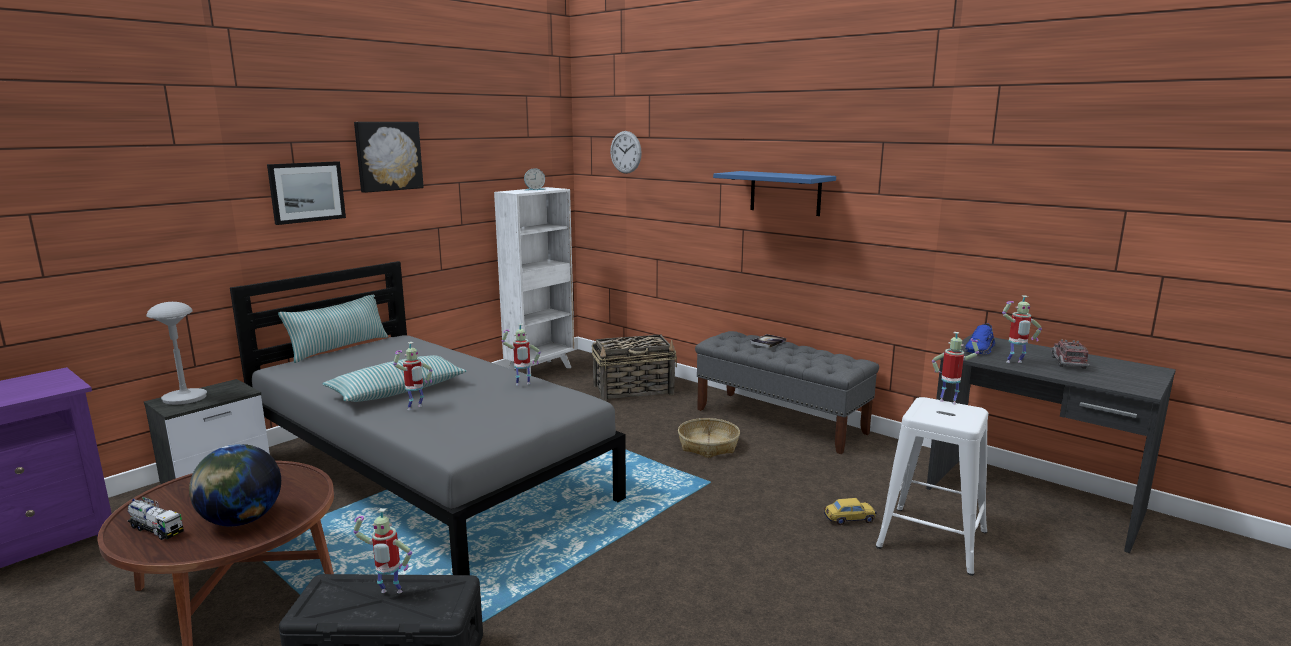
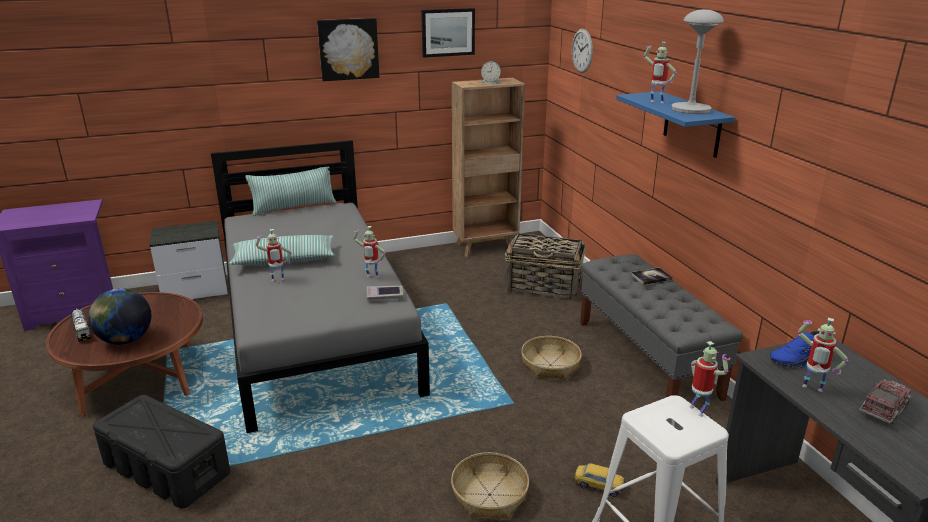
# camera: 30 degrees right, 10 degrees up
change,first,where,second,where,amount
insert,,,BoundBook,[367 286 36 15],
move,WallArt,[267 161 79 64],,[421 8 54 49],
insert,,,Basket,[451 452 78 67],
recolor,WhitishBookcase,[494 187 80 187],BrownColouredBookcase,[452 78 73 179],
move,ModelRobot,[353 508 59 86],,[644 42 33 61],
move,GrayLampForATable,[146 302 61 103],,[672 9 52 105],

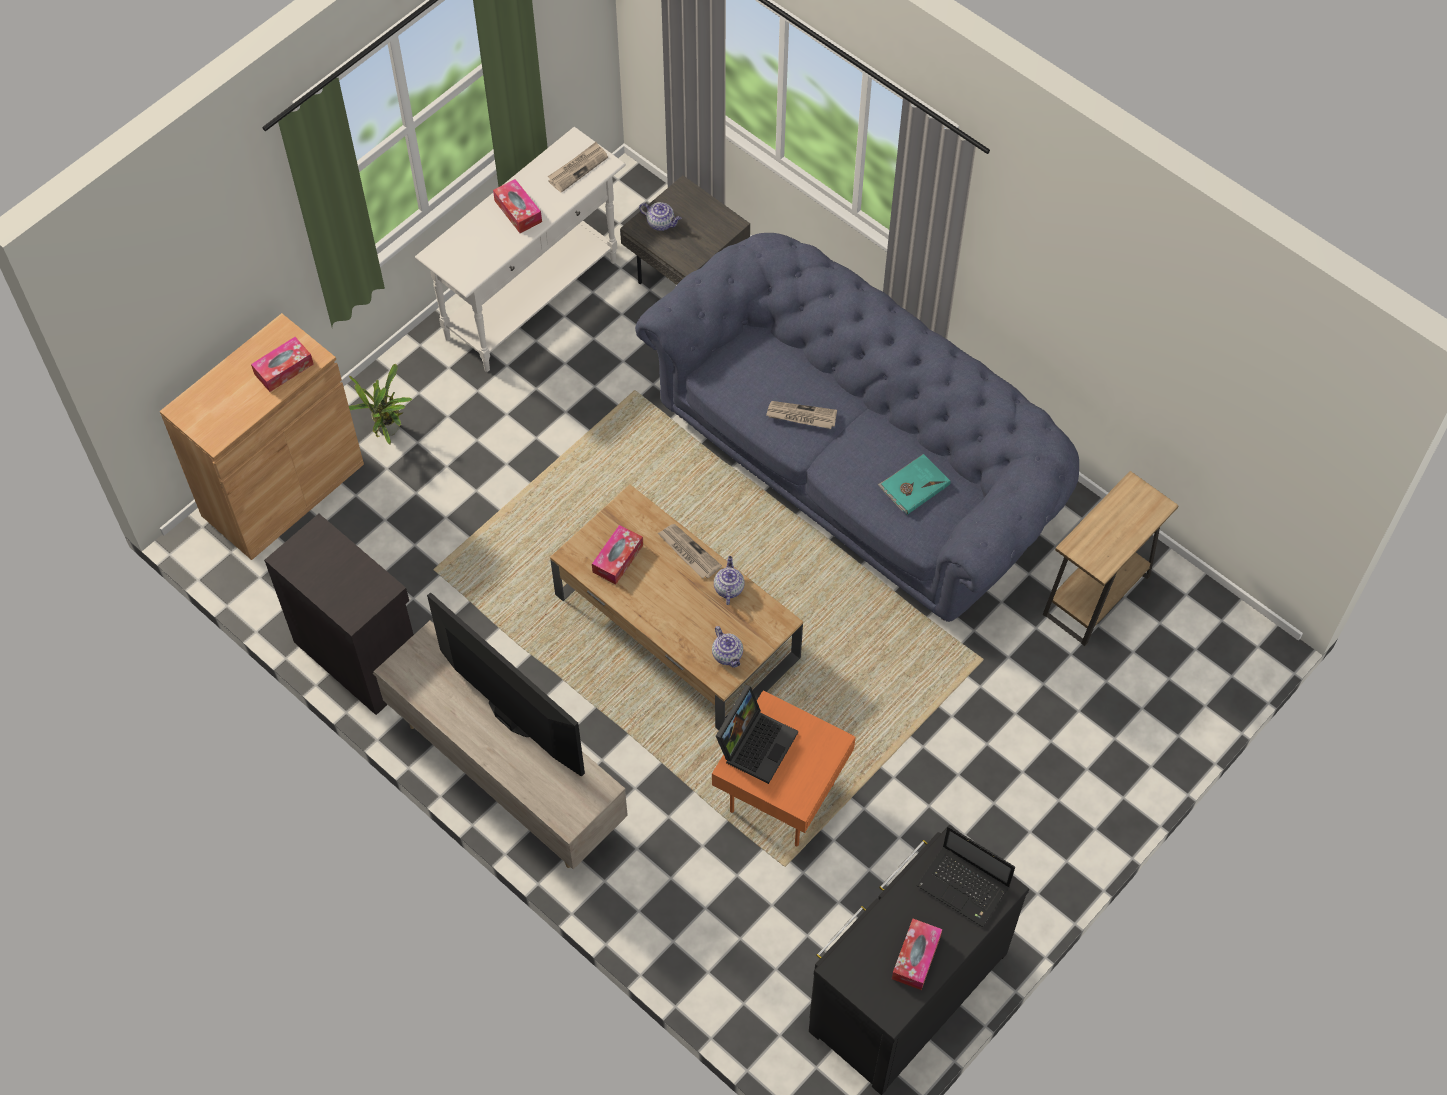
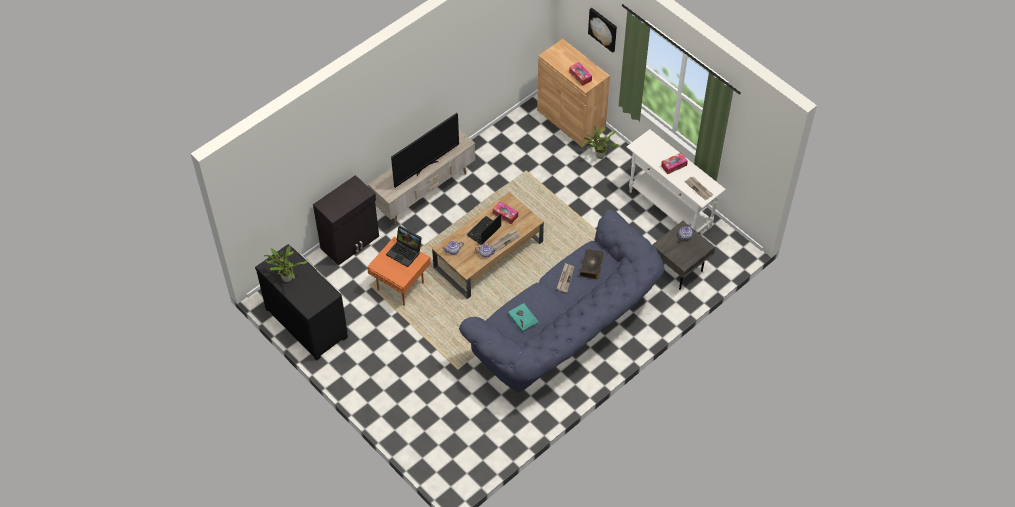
# camera: 95 degrees right, 5 degrees down
change,first,where,second,where,amount
replace,TissueBox,[892 919 51 71],PlantInAPot,[264 246 43 36],
move,BlackCabinet,[264 514 150 201],,[313 175 66 91],
move,PortableComputer,[916 826 99 101],,[467 214 34 31],
insert,,,BoundBook,[580 249 24 30],
insert,,,WallArt,[588 8 29 45],
delete,BrownColouredEndTable,[1043 471 136 175],,,

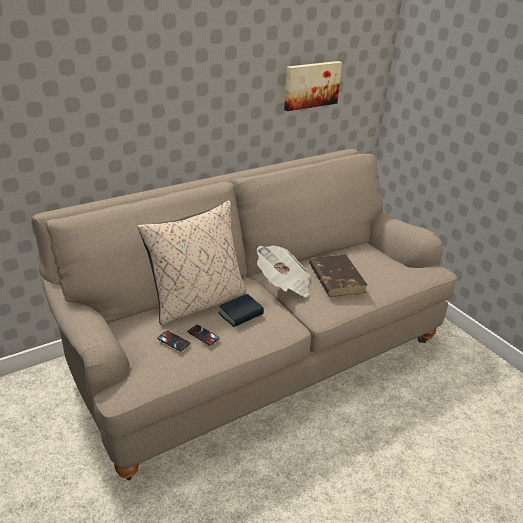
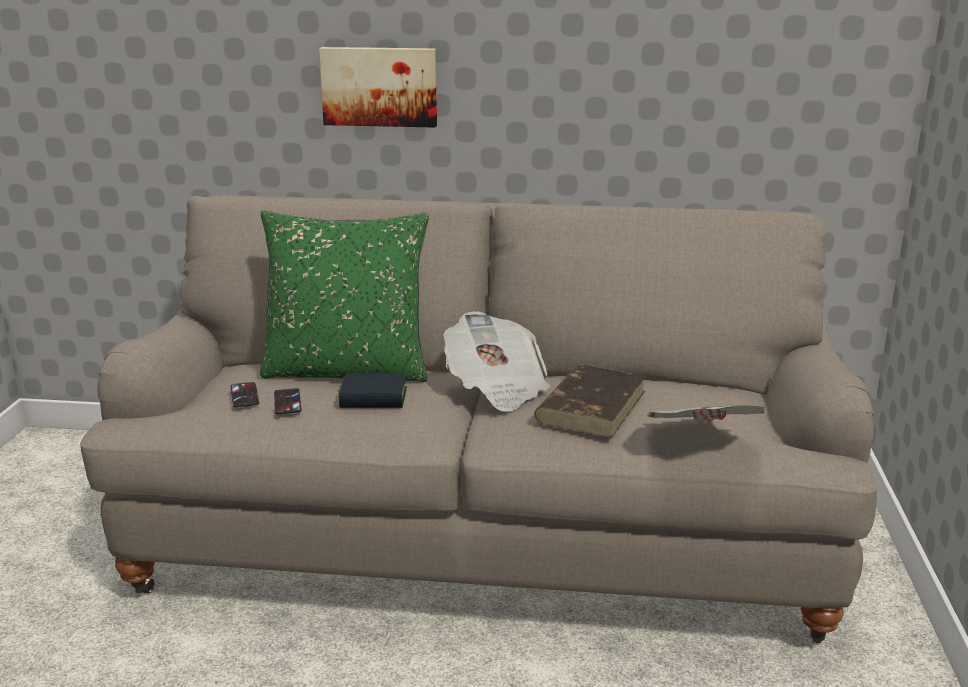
# camera: 40 degrees right, 10 degrees down
change,first,where,second,where,amount
recolor,SandColouredPillow,[137 200 110 125],GreenPillow,[260 210 169 172],
move,WallArt,[284 61 58 50],,[319 47 118 80],
insert,,,Newspaper,[647 405 118 20],

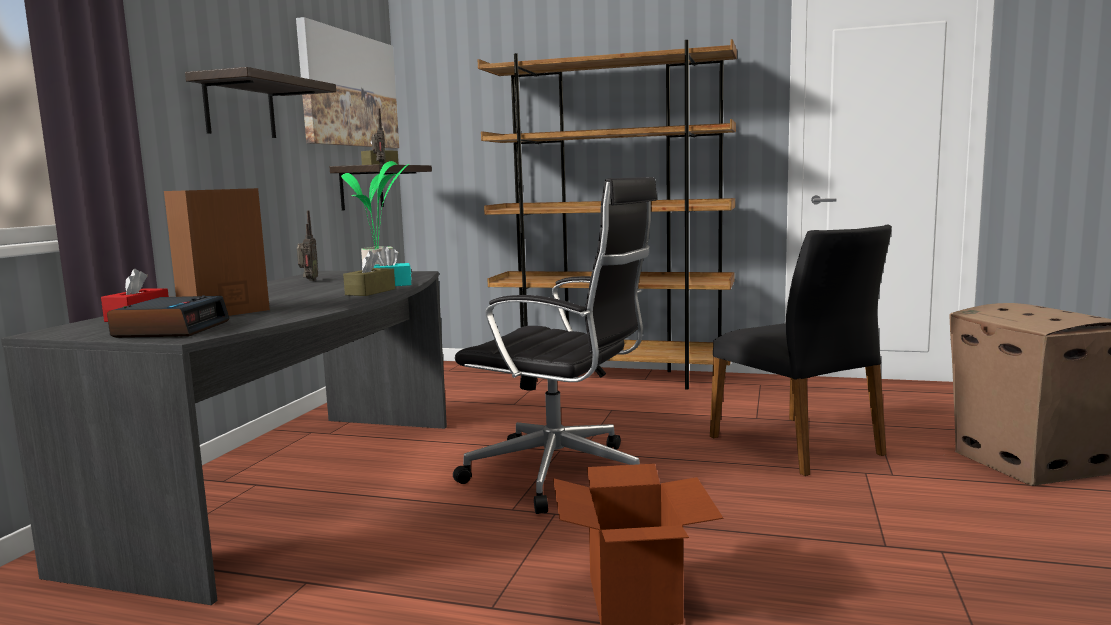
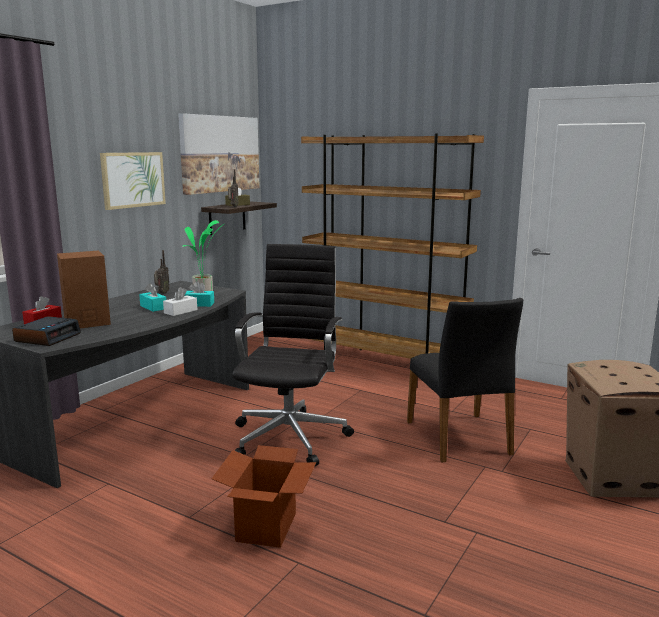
# camera: 15 degrees right, 5 degrees up
change,first,where,second,where,amount
replace,BracketShelf,[185 67 151 71],WallArt,[100 152 66 58],
insert,,,TurquoiseColouredTissueBox,[139 283 27 29],
recolor,BrownColouredTissueBox,[343 251 52 45],WhitishTissueBox,[163 287 34 29],
rotate,BlackOfficeChair,[453 177 204 337],,[232 244 122 222],120 degrees counterclockwise

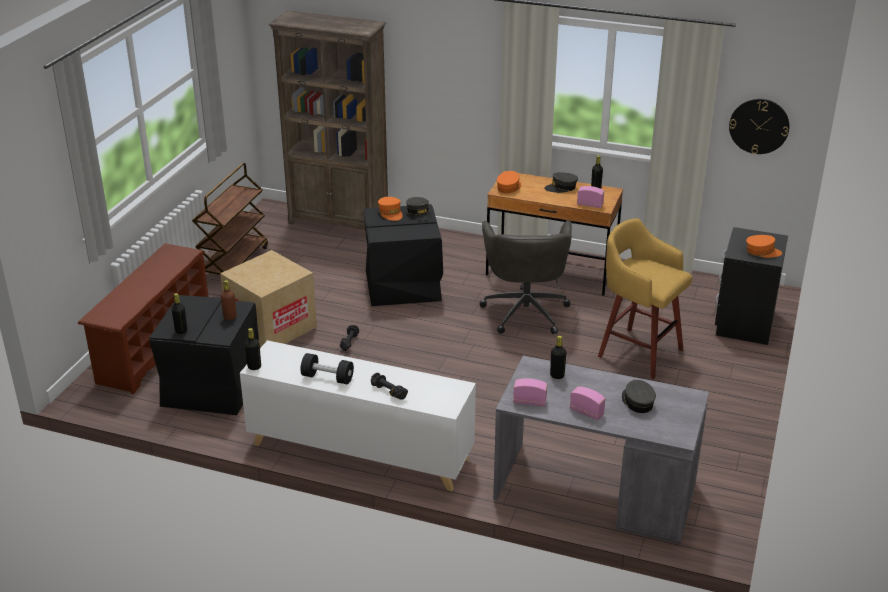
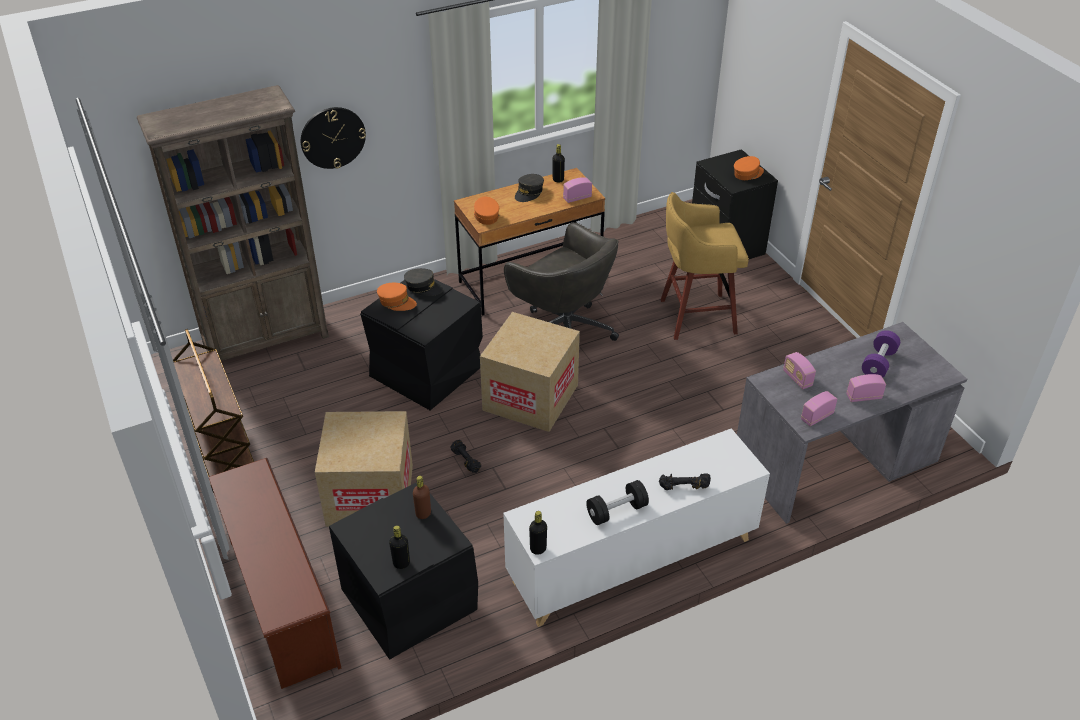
# camera: 45 degrees left, 10 degrees up
change,first,where,second,where,amount
move,WallClock,[729 99 60 55],,[301 107 65 62],
insert,,,PackingBox,[480 312 100 120],
replace,BlackBottle,[550 336 16 43],Radio,[783 352 33 37],
replace,GrayBaseballCap,[622 380 34 33],PurplishDumbbell,[862 330 38 48],

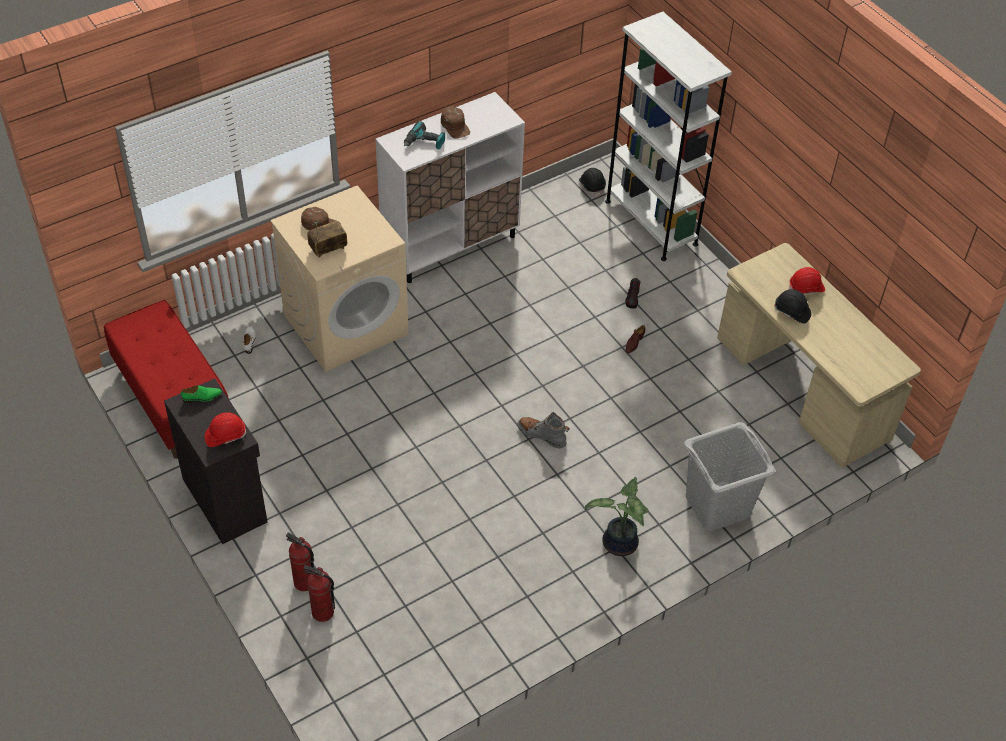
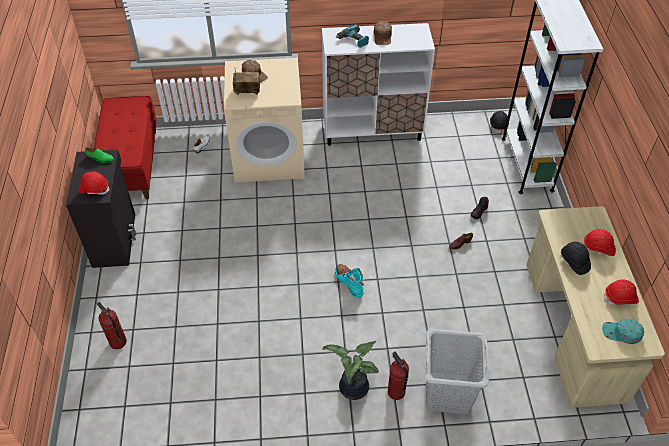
# camera: 30 degrees right, 0 degrees up
change,first,where,second,where,amount
recolor,GrayBoot,[517 412 53 36],TurquoiseColouredBoot,[335 264 29 34],
move,FireFightingCylinder,[286 533 28 58],,[388 352 21 48],
insert,,,TurquoiseColouredBaseballCap,[602 319 42 25],
insert,,,RedColouredWorkHelmet,[604 279 35 26],

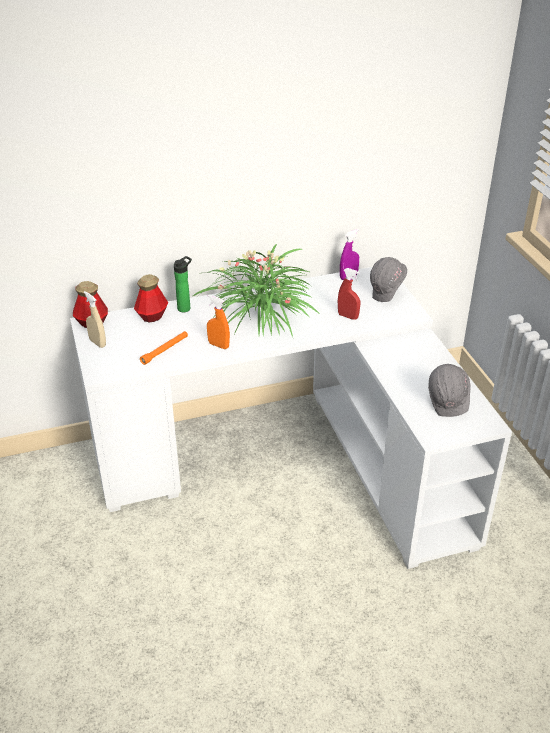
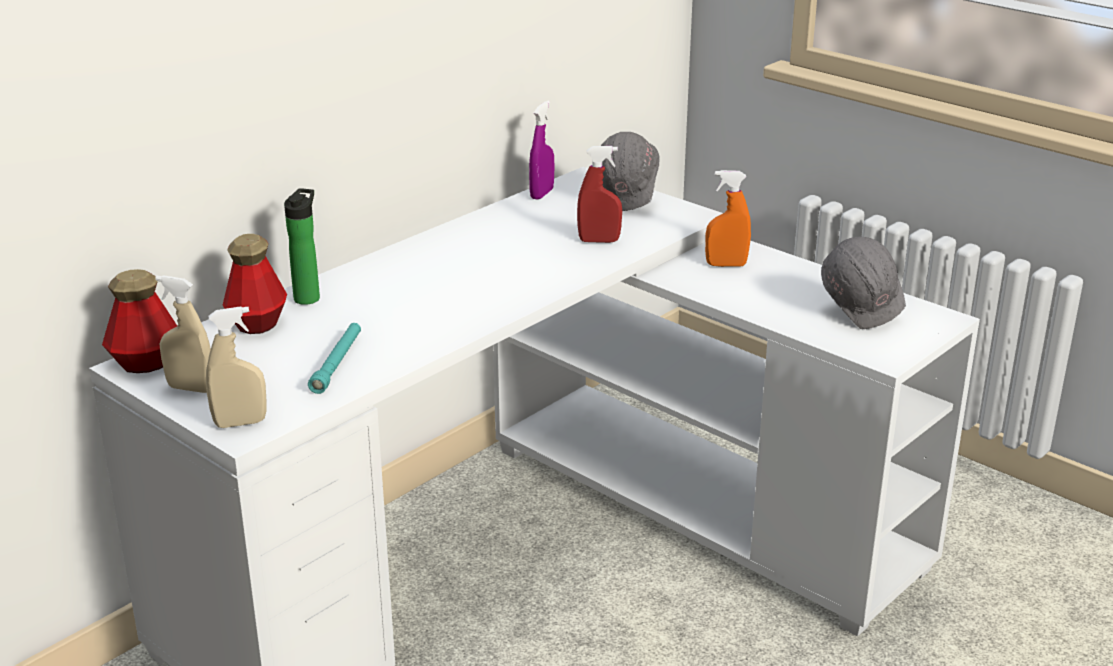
# camera: 30 degrees left, 10 degrees down
change,first,where,second,where,amount
insert,,,SandColouredHandSprayer,[206 306 61 122],
recolor,OrangeyHandTorch,[140 331 48 34],TurquoiseColouredHandTorch,[308 323 53 71],
move,OrangeyHandSprayer,[207 294 23 55],,[705 170 46 97],
delete,PlantInAPot,[193 244 127 93],,,

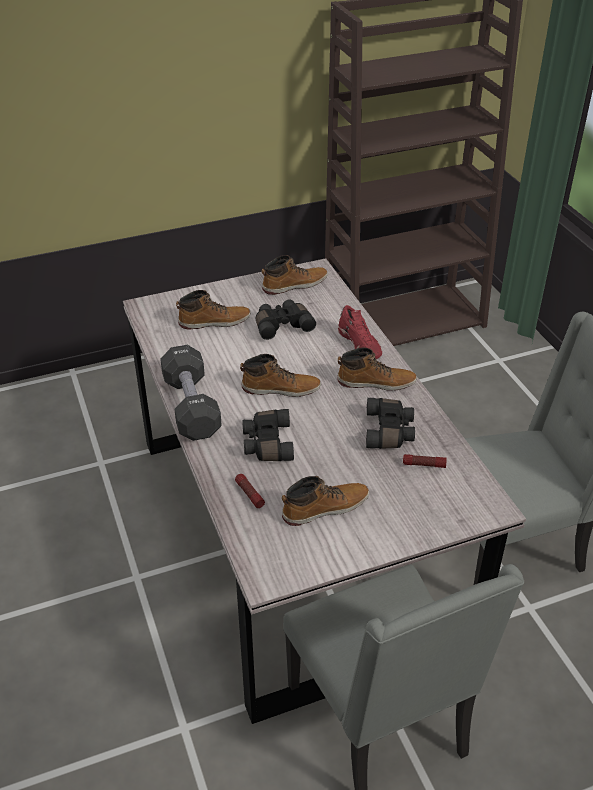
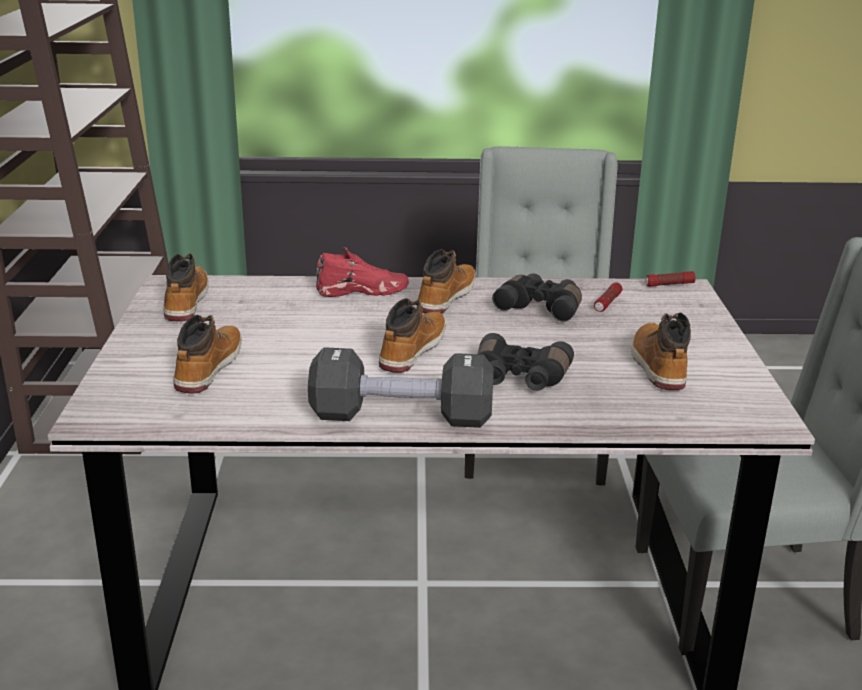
# camera: 70 degrees left, 15 degrees down
change,first,where,second,where,amount
move,HandTorch,[235 474 30 34],,[645 271 51 16],
delete,BlackPairOfBinoculars,[255 299 61 41],,,

